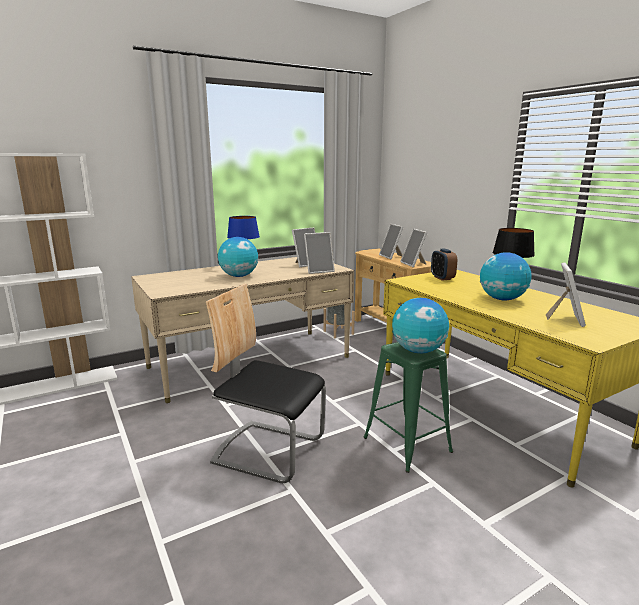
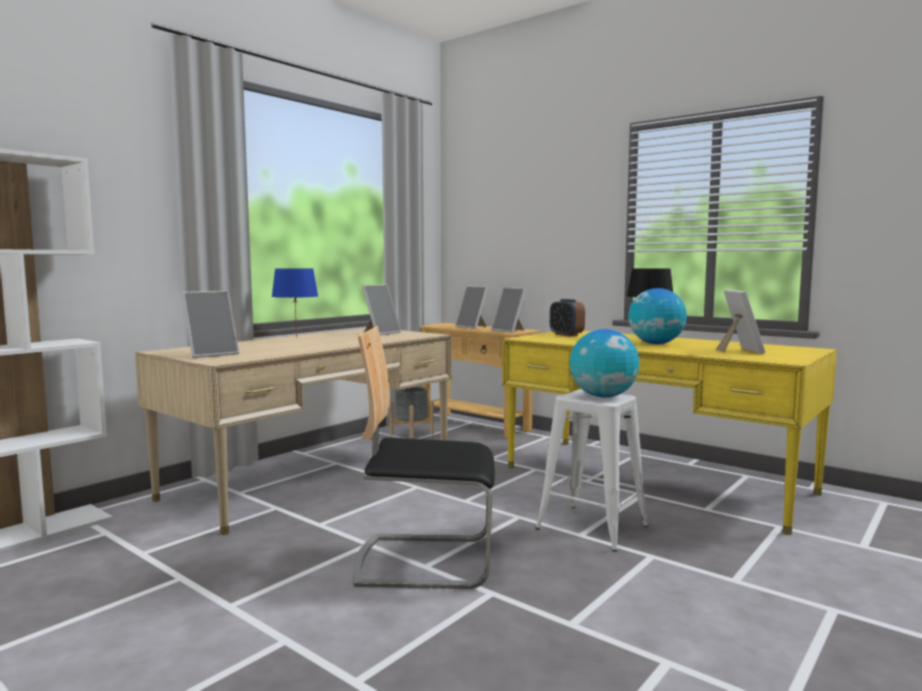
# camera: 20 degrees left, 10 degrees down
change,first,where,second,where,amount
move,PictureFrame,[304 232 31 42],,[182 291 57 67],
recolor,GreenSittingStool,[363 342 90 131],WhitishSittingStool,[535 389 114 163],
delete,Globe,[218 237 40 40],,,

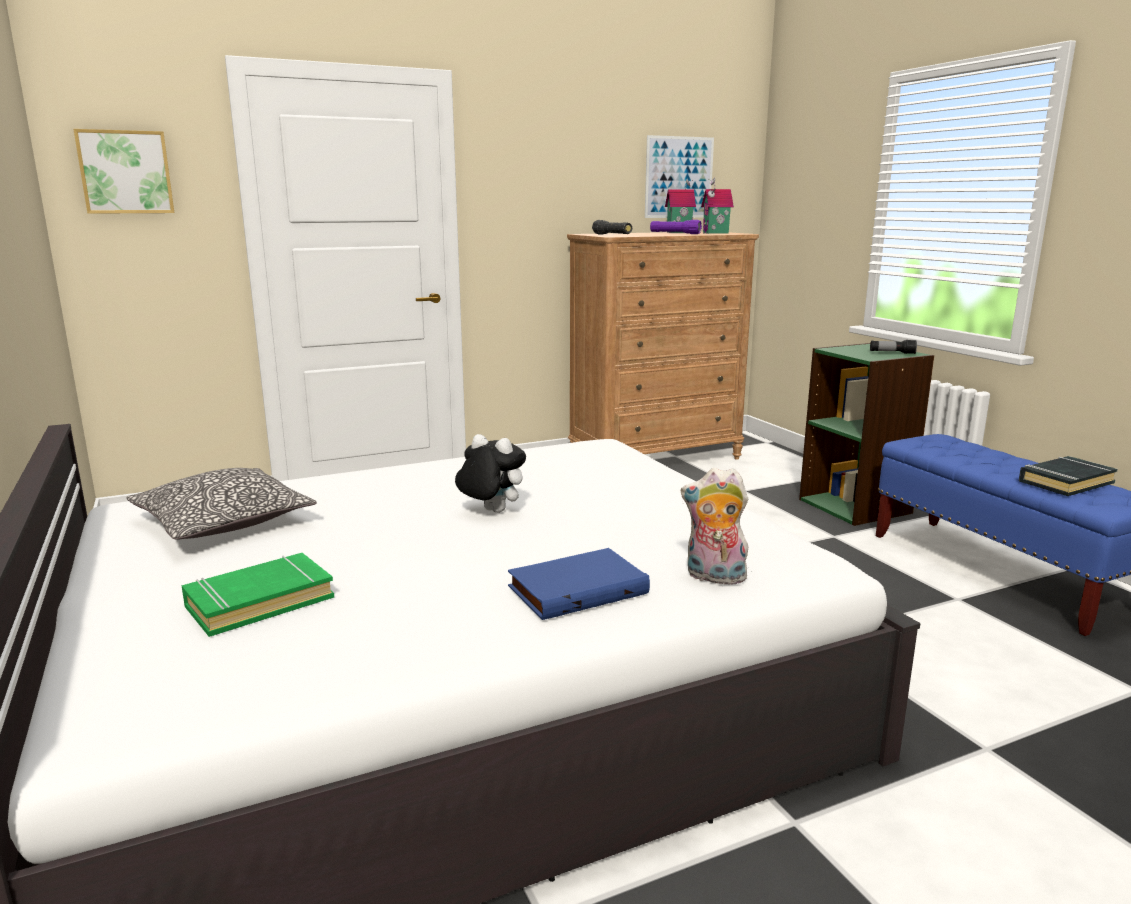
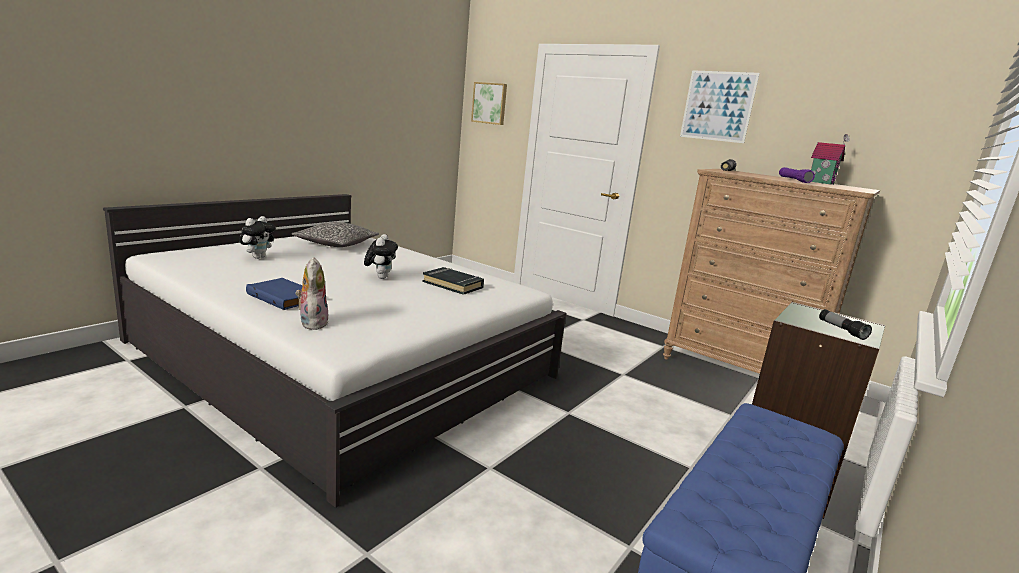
# camera: 60 degrees right, 0 degrees up
change,first,where,second,where,amount
replace,GreenBoundBook,[181 553 153 84],SoftToy,[239 216 37 43],
move,BlackBoundBook,[1019 456 99 40],,[423 267 61 28],
move,WallArt,[645 135 69 83],,[680 70 80 73],
delete,ToyHouse,[701 177 33 57],,,

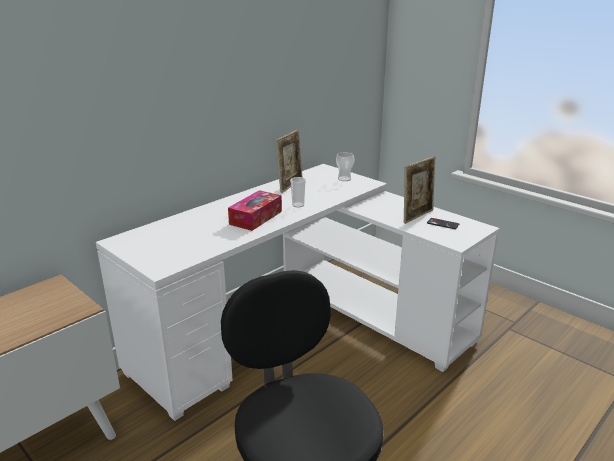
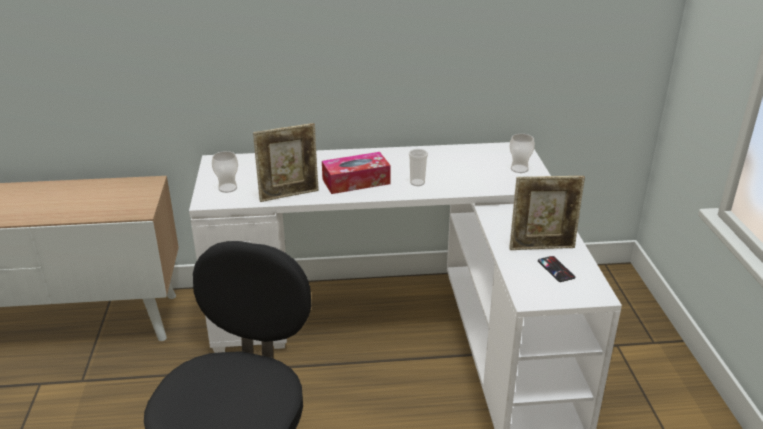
# camera: 40 degrees right, 5 degrees up
change,first,where,second,where,amount
insert,,,DrinkingCup,[212 151 26 42],
move,PictureFrame,[276 129 27 64],,[253 123 66 79],

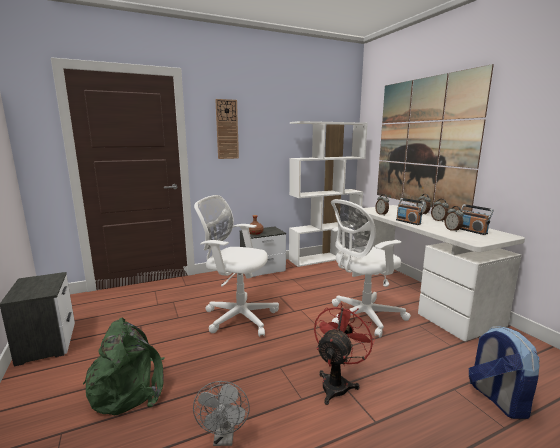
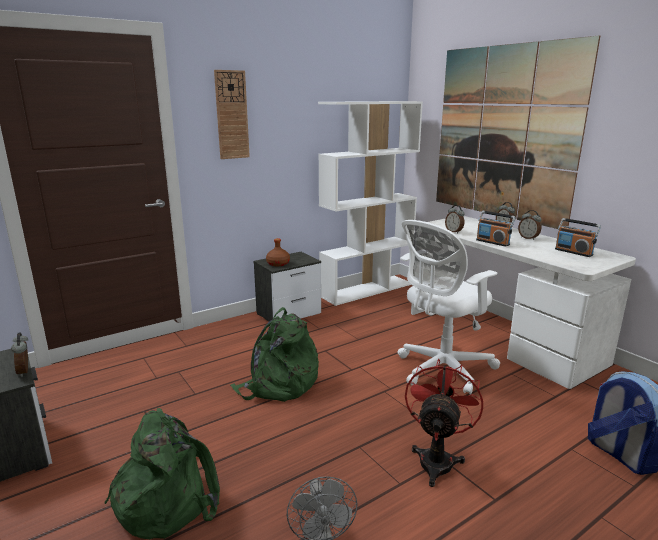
# camera: 10 degrees left, 5 degrees up
change,first,where,second,where,amount
move,TableClock,[444 206 20 26],,[11 332 17 45],
replace,WhitishOfficeChair,[194 195 85 142],GreenBackpack,[230 307 89 95],

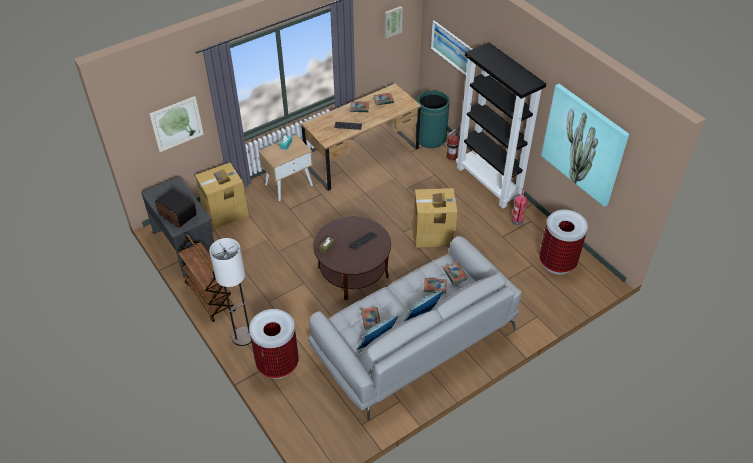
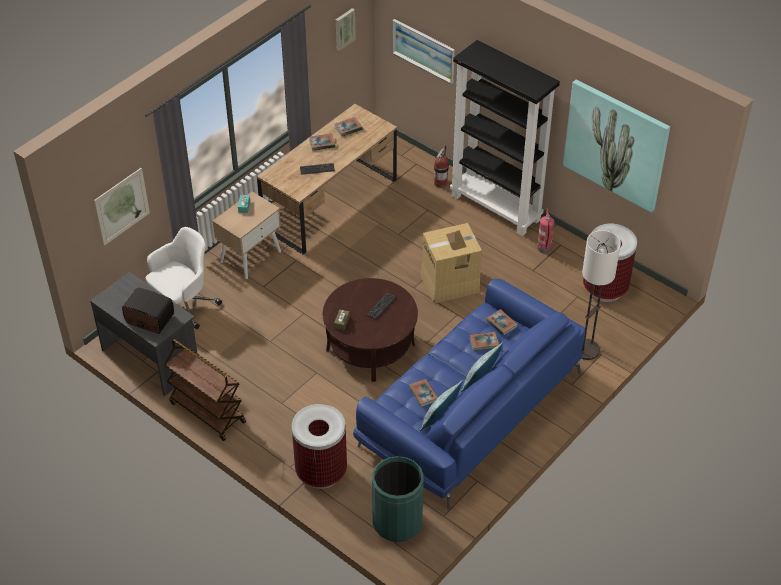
# camera: 15 degrees left, 0 degrees up
change,first,where,second,where,amount
replace,PackingBox,[195 163 55 66],WhitishOfficeChair,[146 227 76 102],
recolor,GraySettee,[308 236 213 184],BlueSettee,[353 278 232 232],
move,GreenRubbishBin,[416 91 34 57],,[372 456 52 86],
move,FloorLamp,[209 238 42 108],,[581 230 40 130],

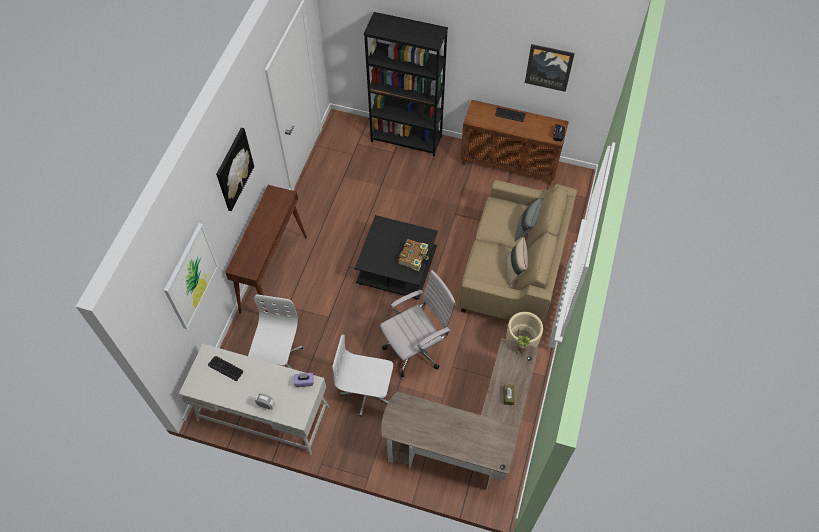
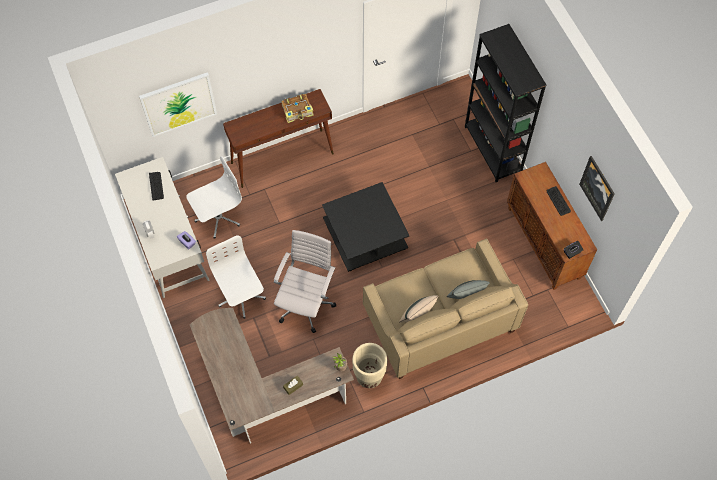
# camera: 50 degrees right, 5 degrees up
change,first,where,second,where,amount
rotate,WhitishOfficeChair,[380 270 76 107],,[274 230 62 103],90 degrees counterclockwise
move,BoundBook,[398 239 31 32],,[281 94 33 29],
delete,WallArt,[216 128 38 83],,,

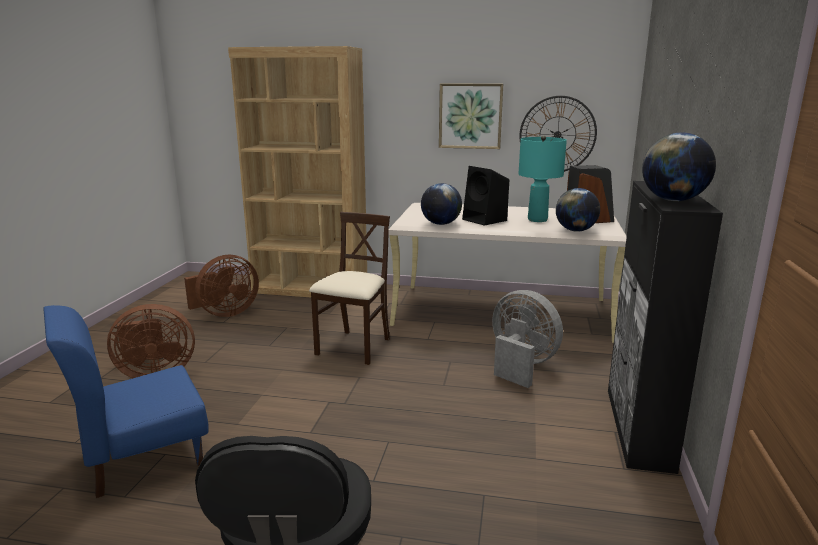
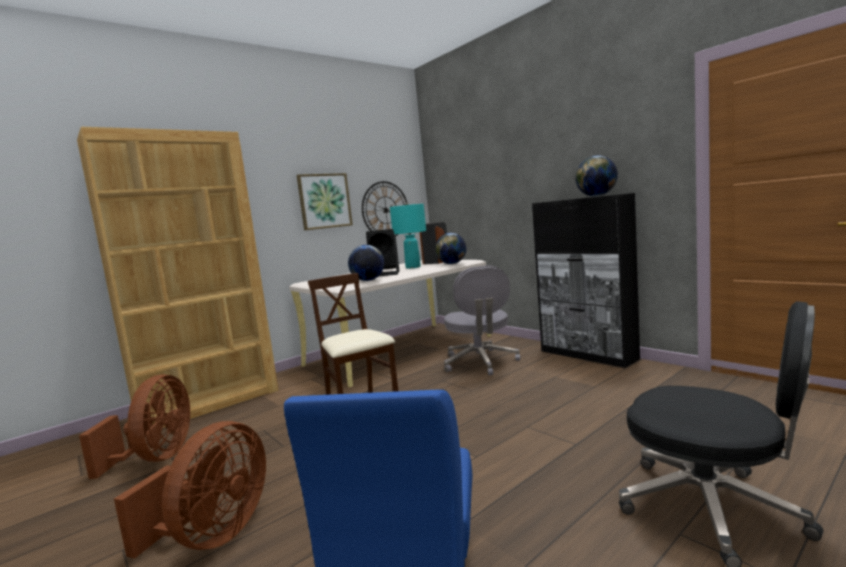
# camera: 50 degrees left, 10 degrees down
change,first,where,second,where,amount
replace,GrayFan,[492 290 71 98],GrayOfficeChair,[444 265 77 110],

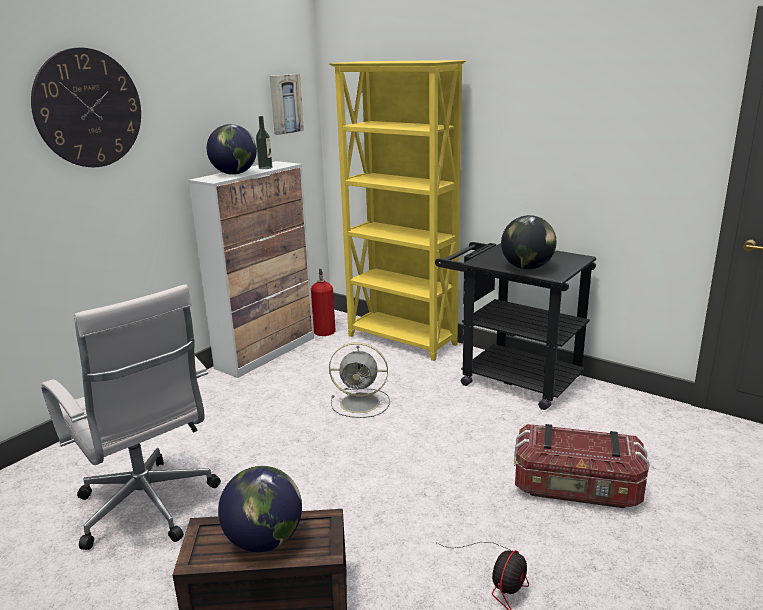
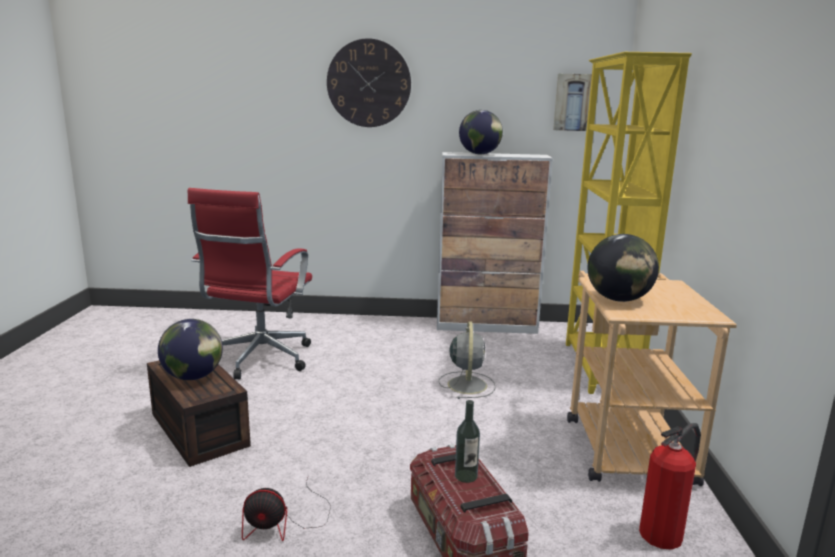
# camera: 55 degrees right, 5 degrees down
change,first,where,second,where,amount
recolor,WhitishOfficeChair,[41 284 180 266],RedColouredOfficeChair,[188 188 124 192],
rotate,GrayFan,[329 342 61 76],,[439 321 57 78],150 degrees counterclockwise
move,Bottle,[256 116 16 53],,[455 400 25 83],
recolor,BlackWheeledCart,[435 242 161 168],SandColouredWheeledCart,[567 271 170 215],
move,FireFightingCylinder,[311 269 25 67],,[639 423 62 127],

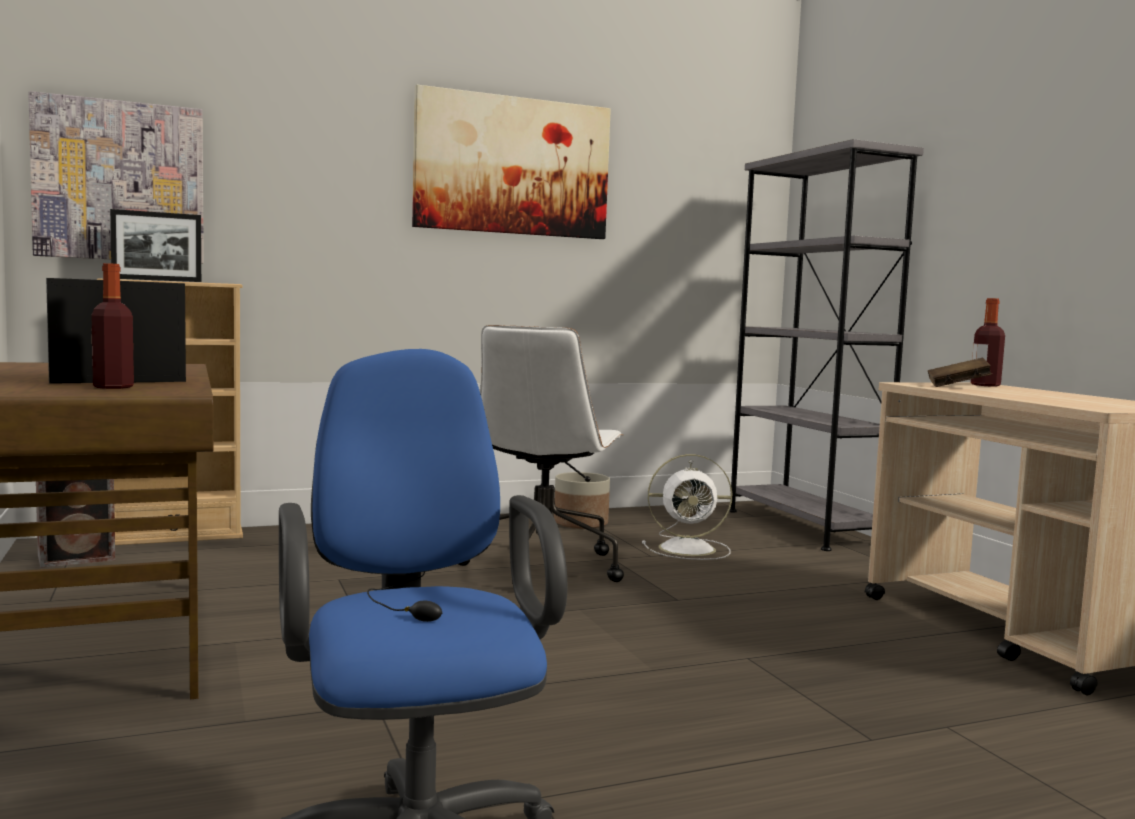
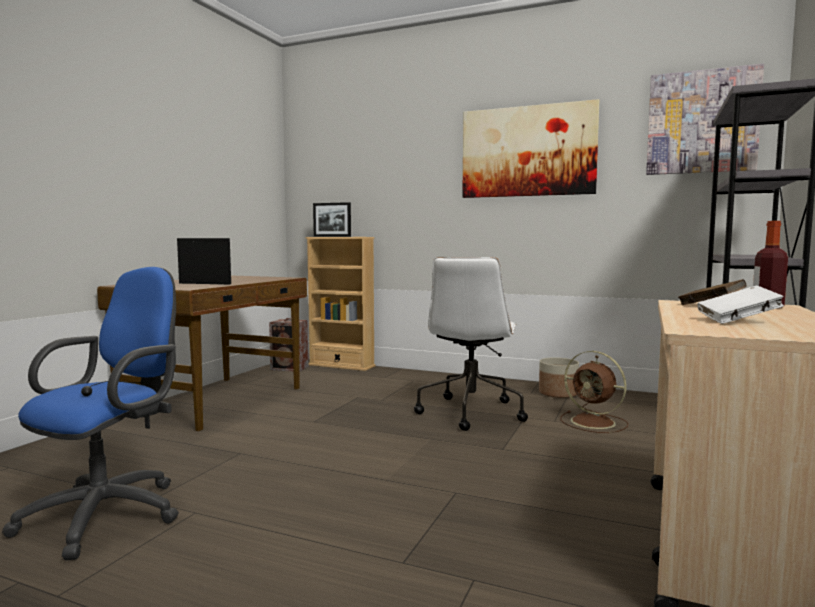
# camera: 45 degrees right, 0 degrees up
change,first,where,second,where,amount
rotate,WhitishOfficeChair,[458 325 166 259],,[414 257 114 174],45 degrees counterclockwise
recolor,WhitishFan,[642 454 90 106],BrownColouredFan,[560 351 69 82],
move,WallArt,[28 91 176 173],,[646 64 118 111],
insert,,,WhitishBoundBook,[698 286 86 38],
delete,Bottle,[91 263 43 126],,,

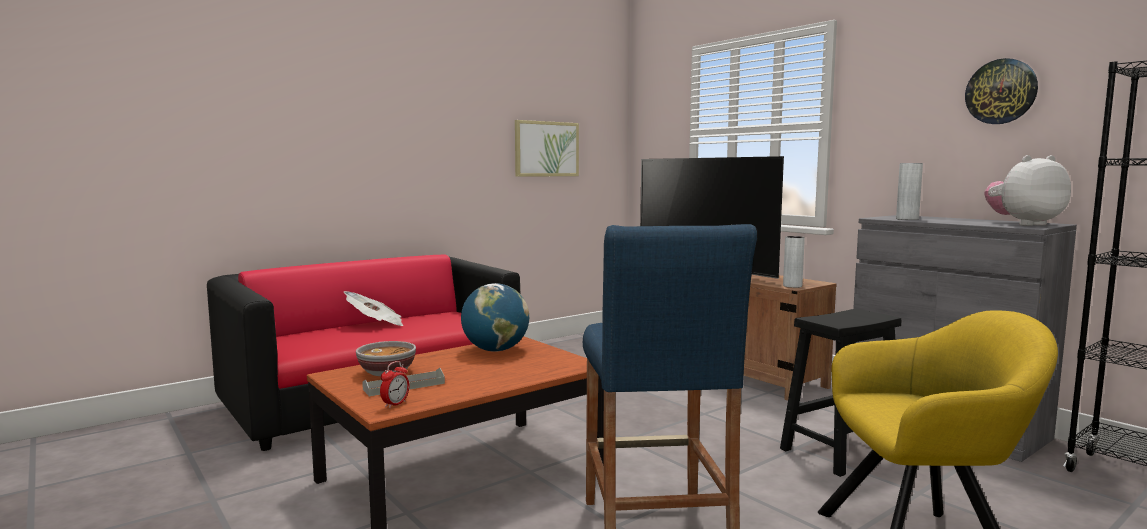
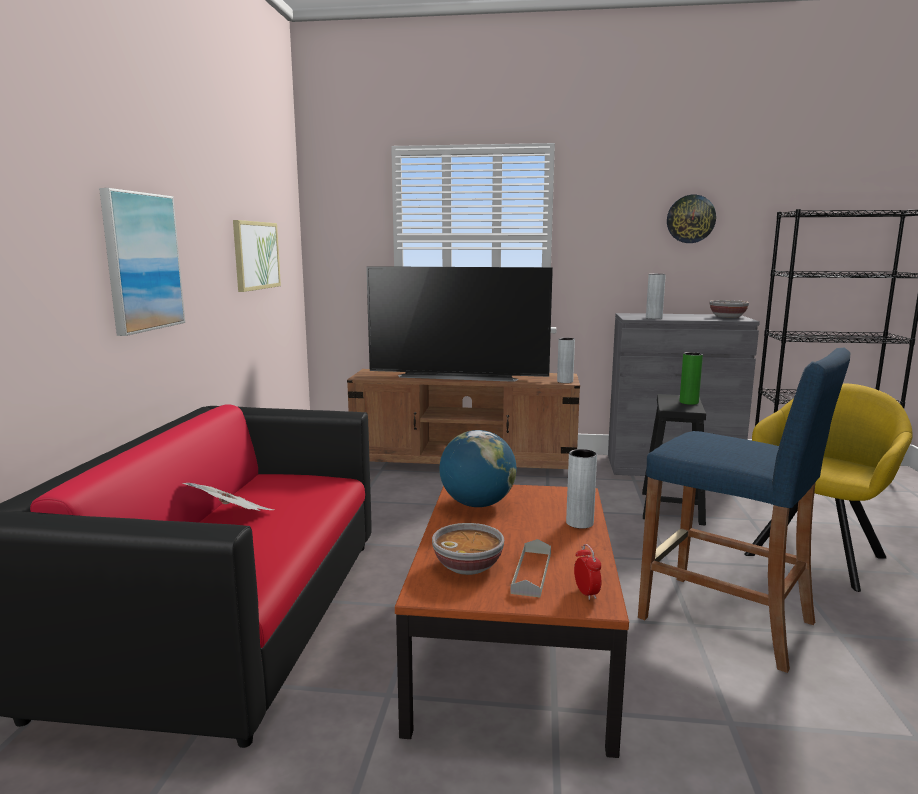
# camera: 45 degrees left, 5 degrees up
change,first,where,second,where,amount
insert,,,WallArt,[99 188 86 148],
insert,,,GrayVase,[566 449 31 80],
insert,,,GreenVase,[680 352 23 53],
replace,SoftToy,[985 155 86 71],ServingBowl,[710 300 39 18],

